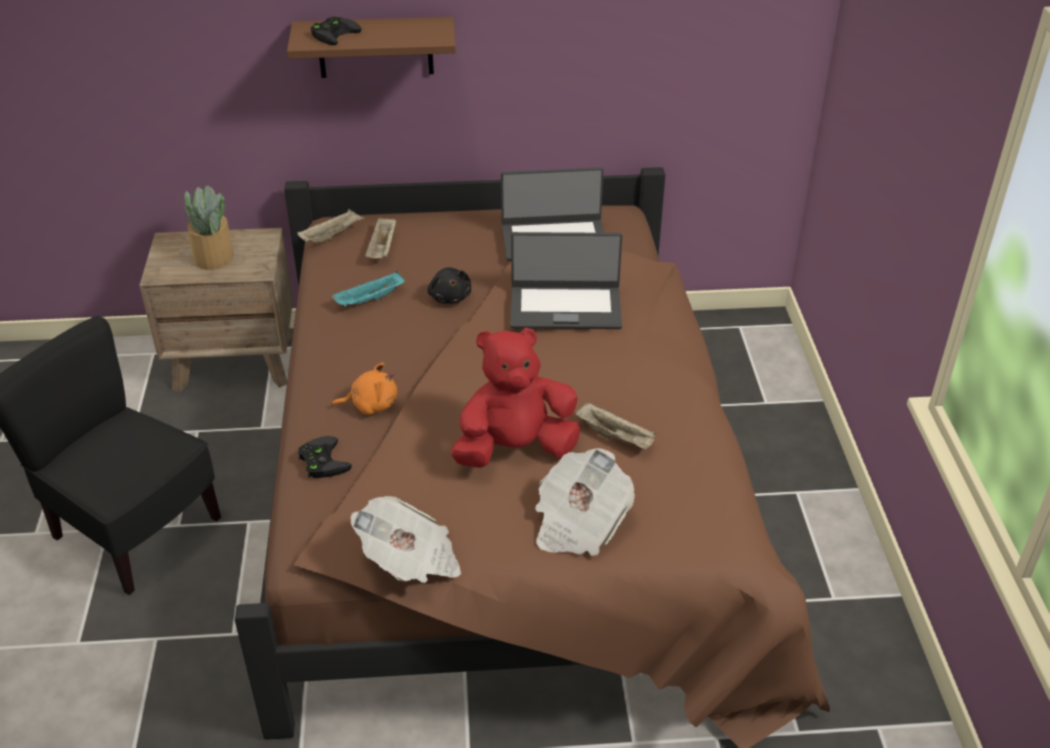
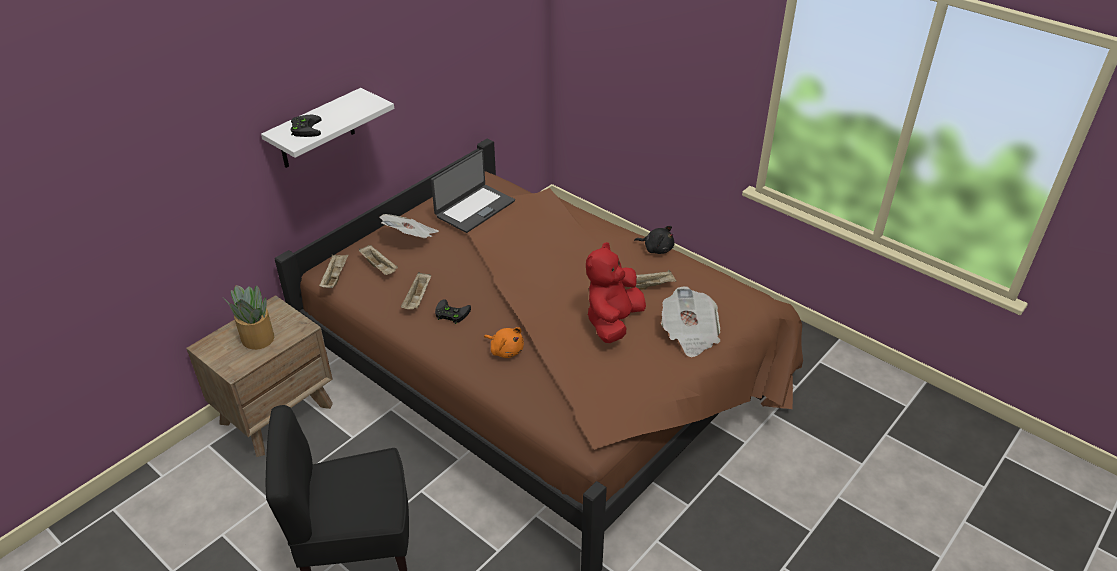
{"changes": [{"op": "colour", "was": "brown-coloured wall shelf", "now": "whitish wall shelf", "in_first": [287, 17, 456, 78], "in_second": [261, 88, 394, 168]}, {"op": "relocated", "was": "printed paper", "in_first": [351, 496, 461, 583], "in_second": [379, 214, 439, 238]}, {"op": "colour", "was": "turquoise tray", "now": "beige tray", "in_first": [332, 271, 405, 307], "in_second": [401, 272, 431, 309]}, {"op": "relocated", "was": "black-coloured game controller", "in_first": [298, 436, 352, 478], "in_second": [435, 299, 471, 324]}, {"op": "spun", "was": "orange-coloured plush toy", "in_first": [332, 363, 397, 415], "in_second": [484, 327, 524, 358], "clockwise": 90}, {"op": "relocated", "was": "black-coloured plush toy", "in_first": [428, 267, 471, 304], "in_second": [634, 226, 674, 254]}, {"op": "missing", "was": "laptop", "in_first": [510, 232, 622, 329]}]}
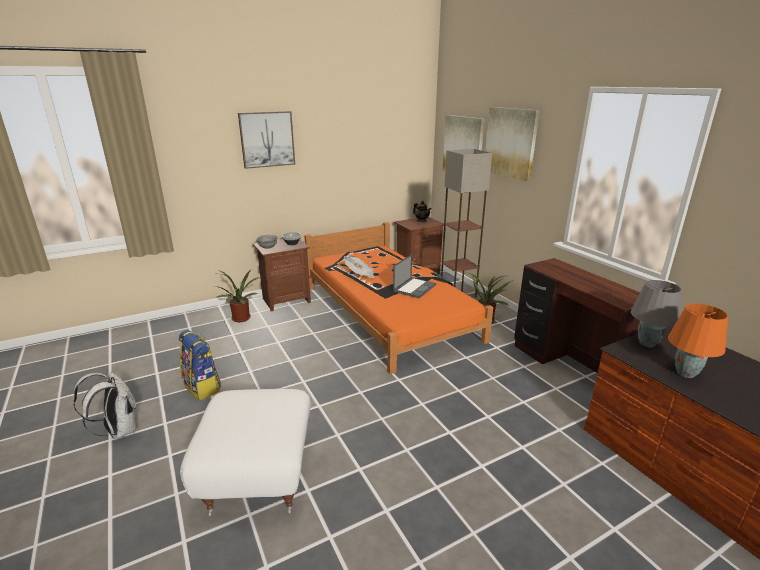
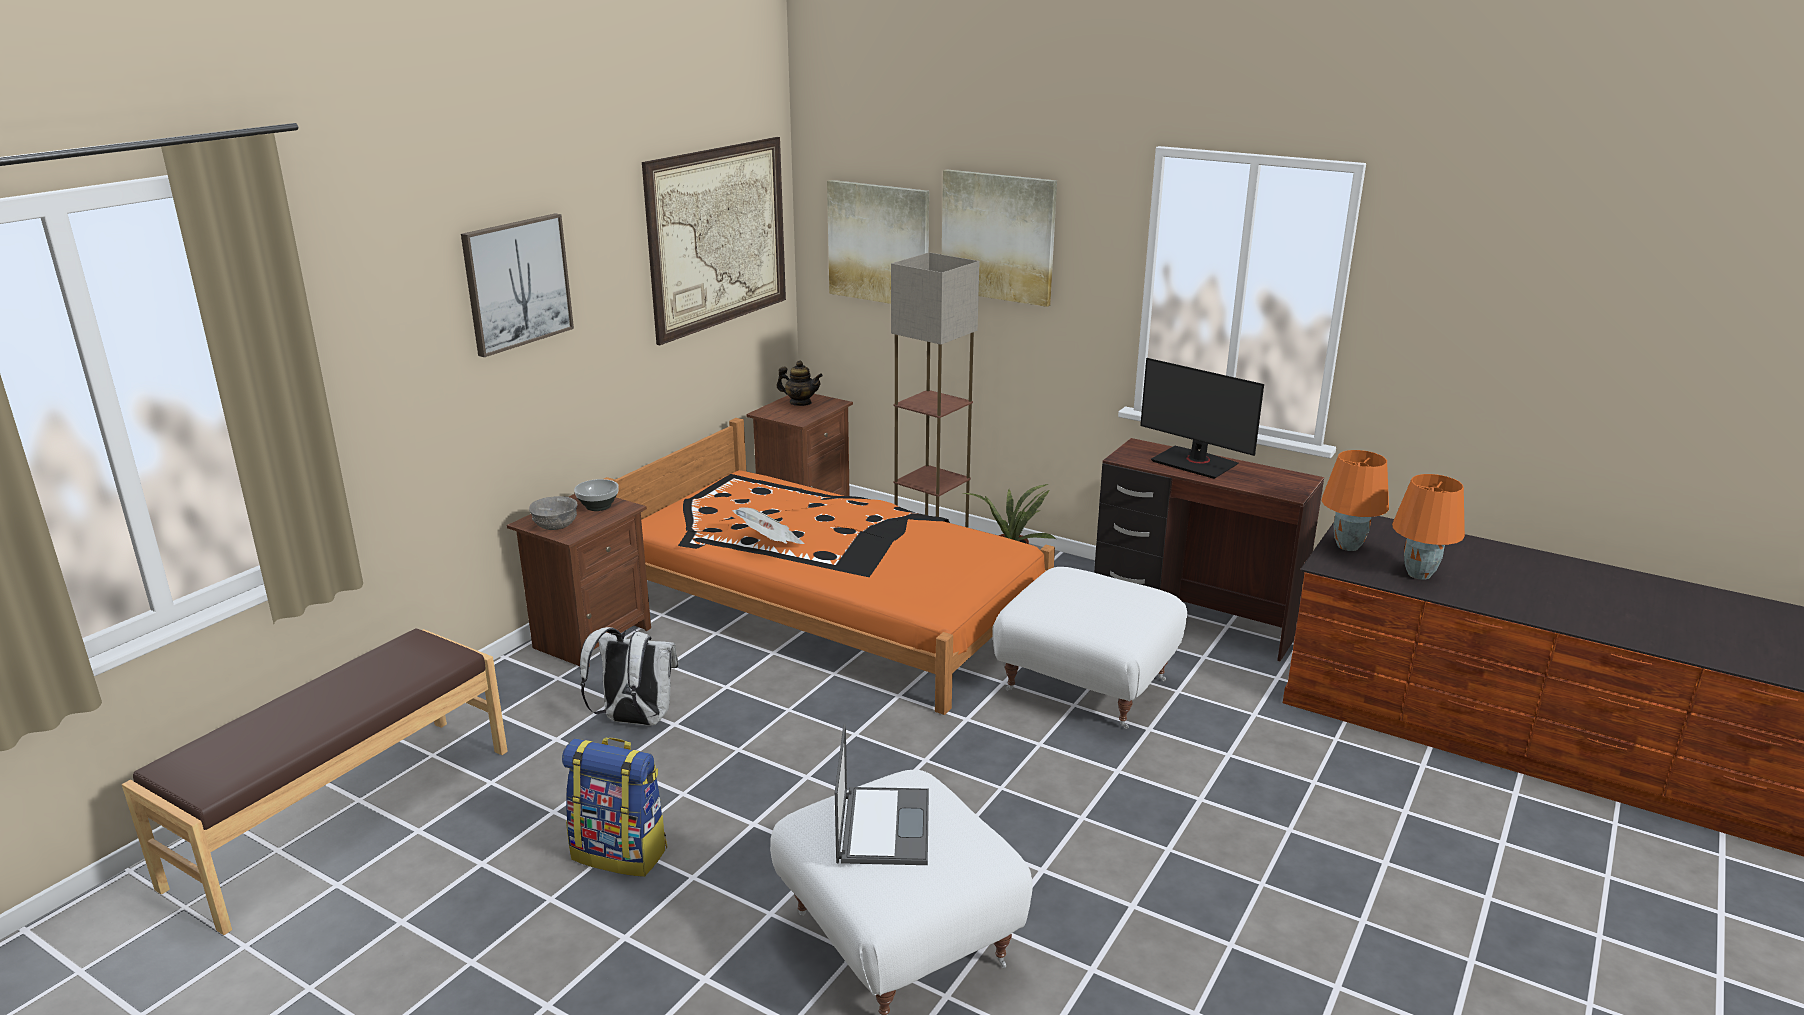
{"changes": [{"op": "appeared", "now": "brown-coloured long seat", "in_second": [122, 628, 508, 935]}, {"op": "relocated", "was": "whitish backpack", "in_first": [73, 372, 136, 440], "in_second": [580, 627, 678, 726]}, {"op": "appeared", "now": "wall picture", "in_second": [642, 137, 786, 345]}, {"op": "relocated", "was": "laptop", "in_first": [393, 254, 436, 298], "in_second": [835, 724, 929, 865]}, {"op": "appeared", "now": "whitish footrest", "in_second": [992, 567, 1187, 729]}, {"op": "appeared", "now": "monitor", "in_second": [1140, 358, 1264, 479]}, {"op": "colour", "was": "greyish tabletop lamp", "now": "orange-coloured tabletop lamp", "in_first": [631, 280, 681, 347], "in_second": [1322, 450, 1389, 551]}, {"op": "missing", "was": "plant in a pot", "in_first": [214, 270, 261, 322]}]}
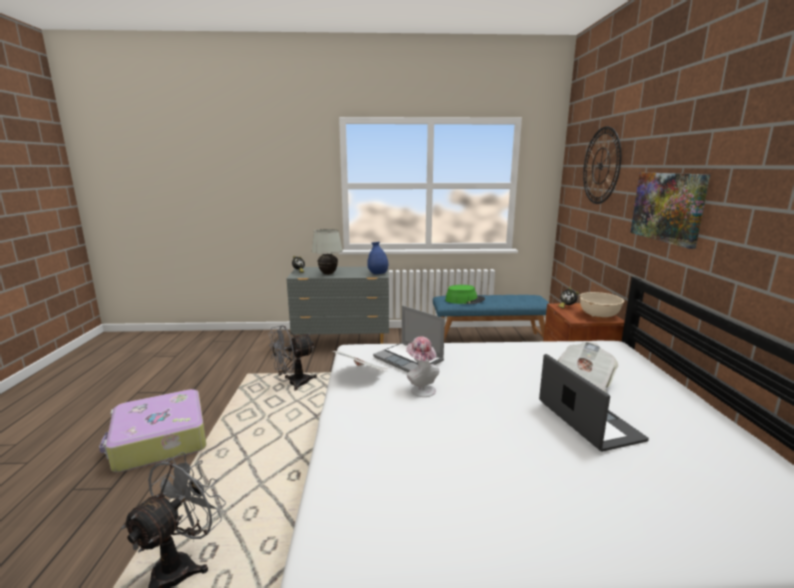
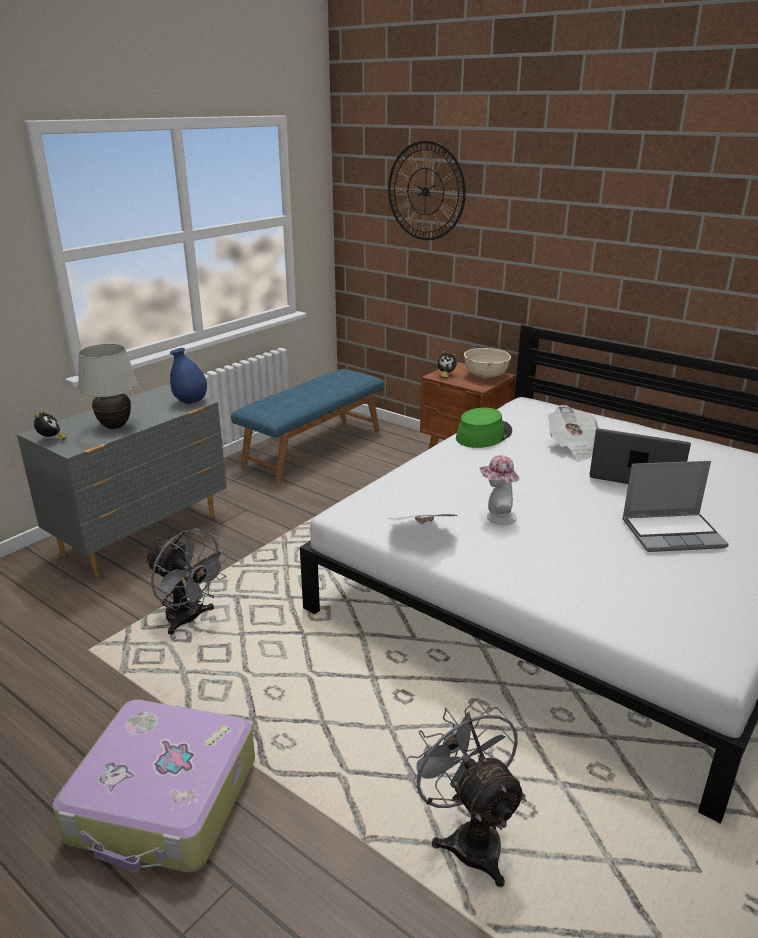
{"changes": [{"op": "spun", "was": "greyish fan", "in_first": [269, 325, 317, 391], "in_second": [145, 528, 229, 635], "clockwise": -60}, {"op": "relocated", "was": "green clothing hat", "in_first": [445, 285, 485, 304], "in_second": [456, 408, 512, 448]}, {"op": "relocated", "was": "laptop", "in_first": [373, 305, 445, 372], "in_second": [622, 461, 729, 552]}, {"op": "missing", "was": "wall picture", "in_first": [630, 172, 710, 249]}]}
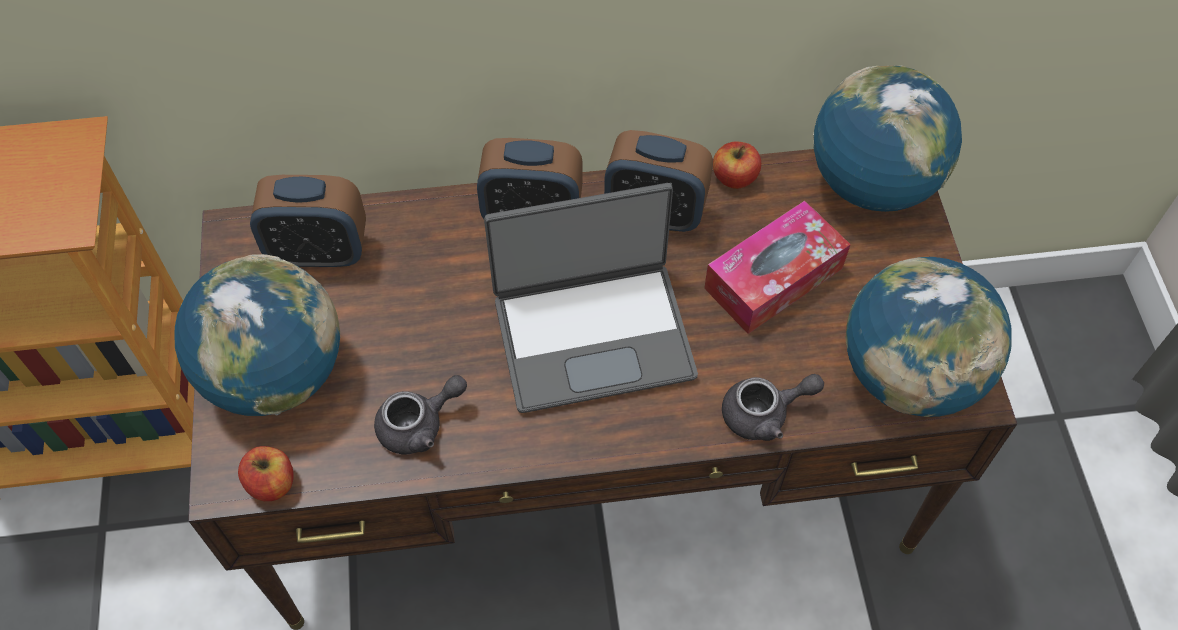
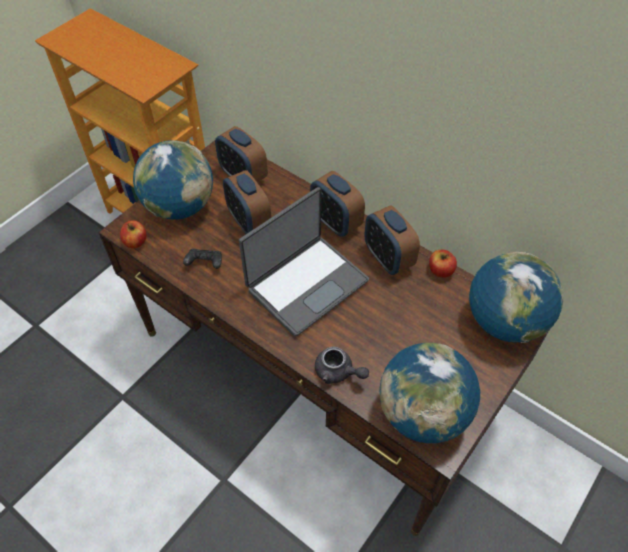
{"changes": [{"op": "exchanged", "was": "greyish teapot", "now": "black-coloured game controller", "in_first": [374, 375, 467, 454], "in_second": [183, 249, 222, 269]}, {"op": "appeared", "now": "bedside clock", "in_second": [223, 170, 271, 234]}, {"op": "spun", "was": "laptop", "in_first": [484, 183, 698, 413], "in_second": [239, 187, 369, 337], "clockwise": -75}, {"op": "missing", "was": "box of tissues", "in_first": [704, 201, 851, 334]}]}
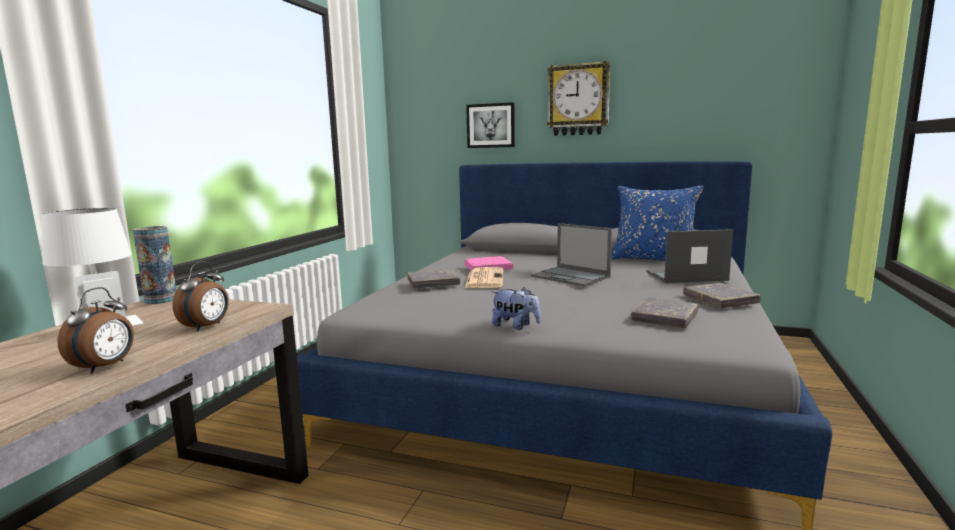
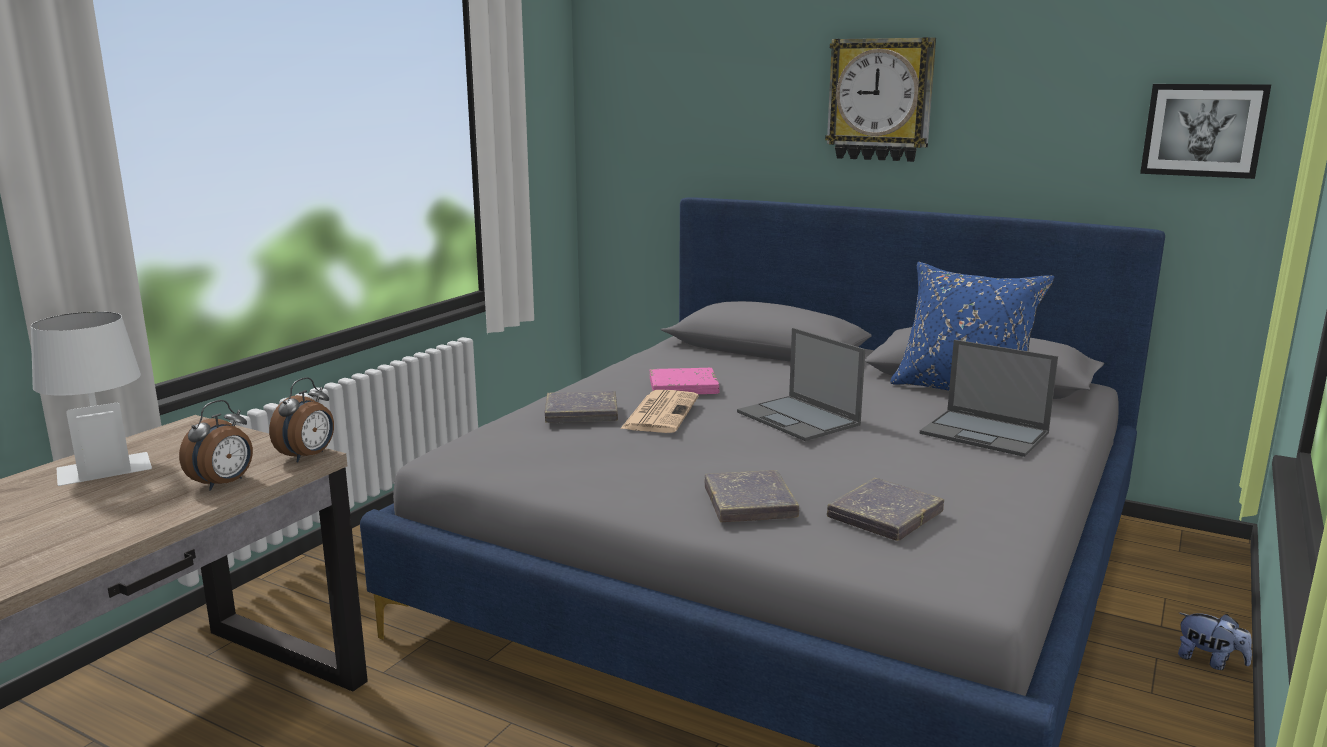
{"changes": [{"op": "relocated", "was": "bedside clock", "in_first": [57, 287, 134, 374], "in_second": [269, 377, 334, 462]}, {"op": "relocated", "was": "greyish book", "in_first": [683, 283, 761, 308], "in_second": [705, 470, 799, 522]}, {"op": "spun", "was": "laptop", "in_first": [646, 229, 733, 283], "in_second": [920, 340, 1058, 457], "clockwise": -150}, {"op": "relocated", "was": "wall picture", "in_first": [466, 102, 515, 148], "in_second": [1140, 84, 1271, 179]}, {"op": "relocated", "was": "plush toy", "in_first": [492, 287, 541, 330], "in_second": [1178, 613, 1252, 670]}, {"op": "missing", "was": "decorative vase", "in_first": [133, 226, 176, 304]}]}
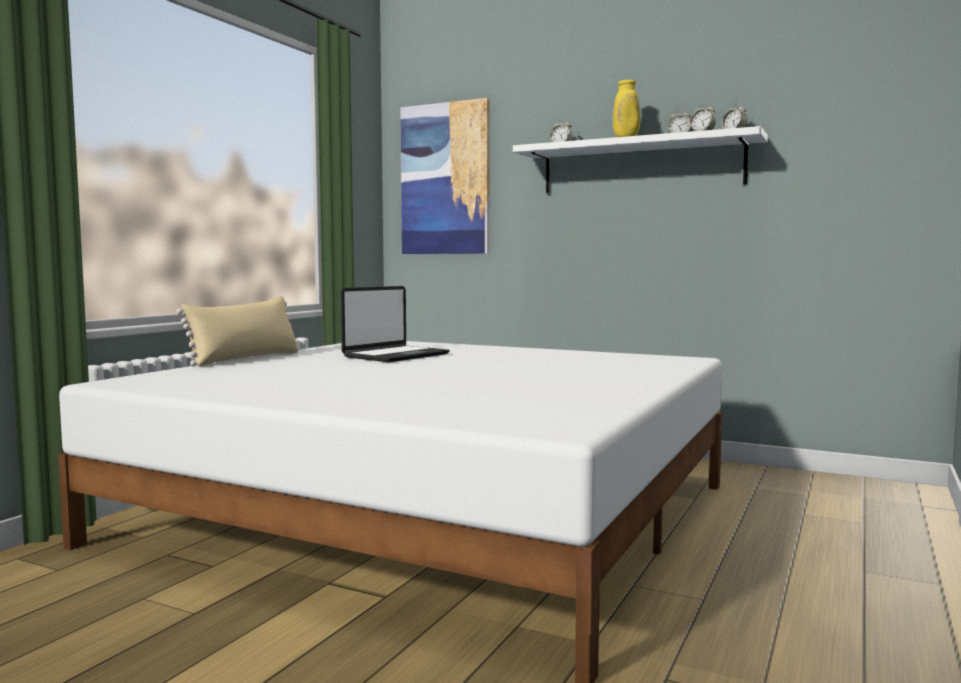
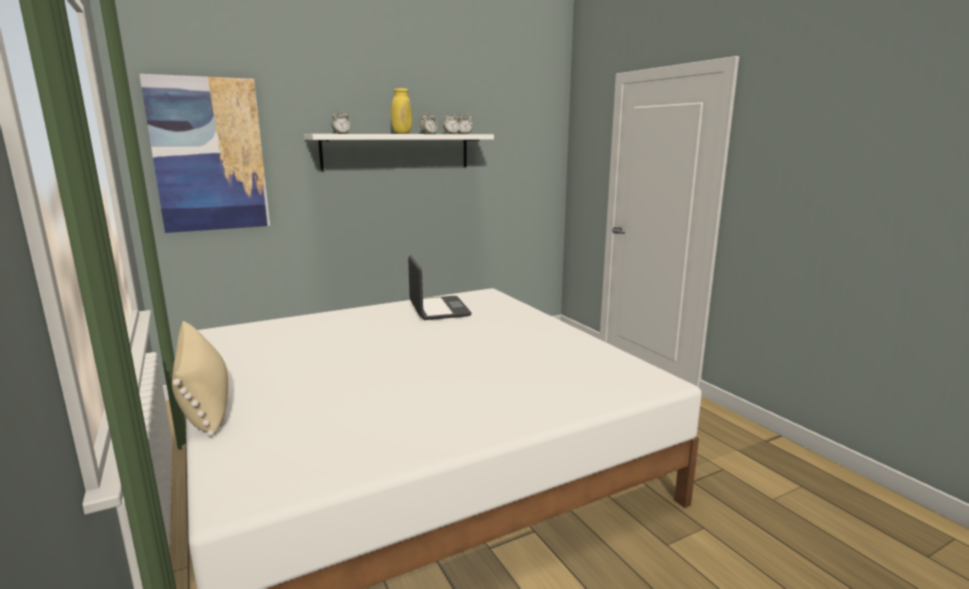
{"changes": [{"op": "relocated", "was": "laptop", "in_first": [340, 286, 450, 362], "in_second": [408, 255, 472, 320]}]}
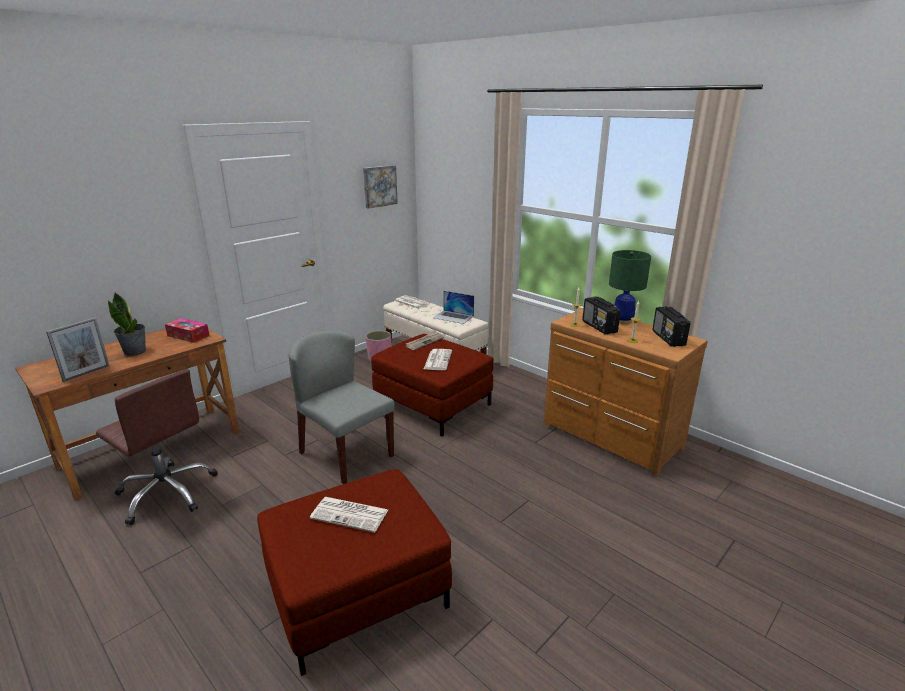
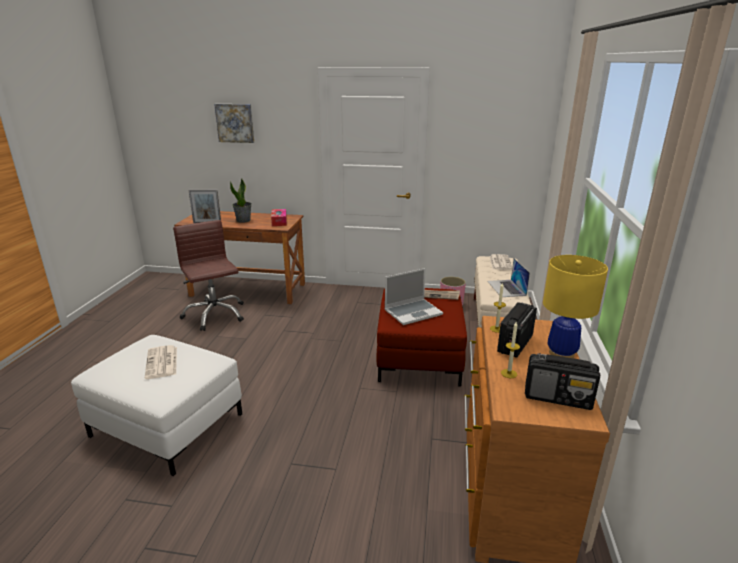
{"changes": [{"op": "colour", "was": "reddish footrest", "now": "whitish footrest", "in_first": [257, 469, 452, 676], "in_second": [71, 335, 242, 476]}, {"op": "spun", "was": "brown-coloured office chair", "in_first": [96, 369, 218, 525], "in_second": [173, 220, 244, 331], "clockwise": 150}, {"op": "relocated", "was": "wall picture", "in_first": [363, 165, 398, 209], "in_second": [214, 104, 254, 143]}, {"op": "exchanged", "was": "printed paper", "now": "laptop", "in_first": [424, 349, 452, 370], "in_second": [384, 268, 443, 325]}, {"op": "spun", "was": "radio", "in_first": [652, 306, 690, 347], "in_second": [525, 353, 600, 410], "clockwise": -120}, {"op": "colour", "was": "green tabletop lamp", "now": "yellow-coloured tabletop lamp", "in_first": [609, 250, 651, 324], "in_second": [543, 255, 608, 358]}, {"op": "missing", "was": "greyish plain chair", "in_first": [289, 331, 395, 484]}]}
